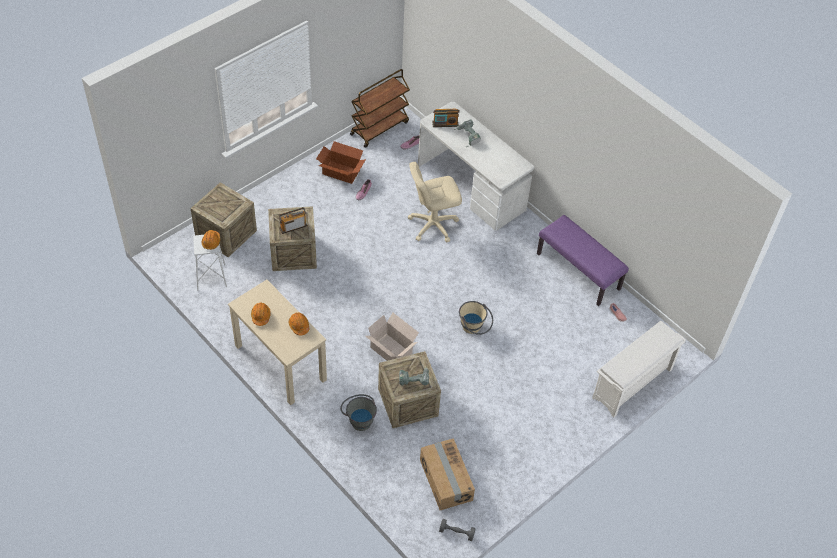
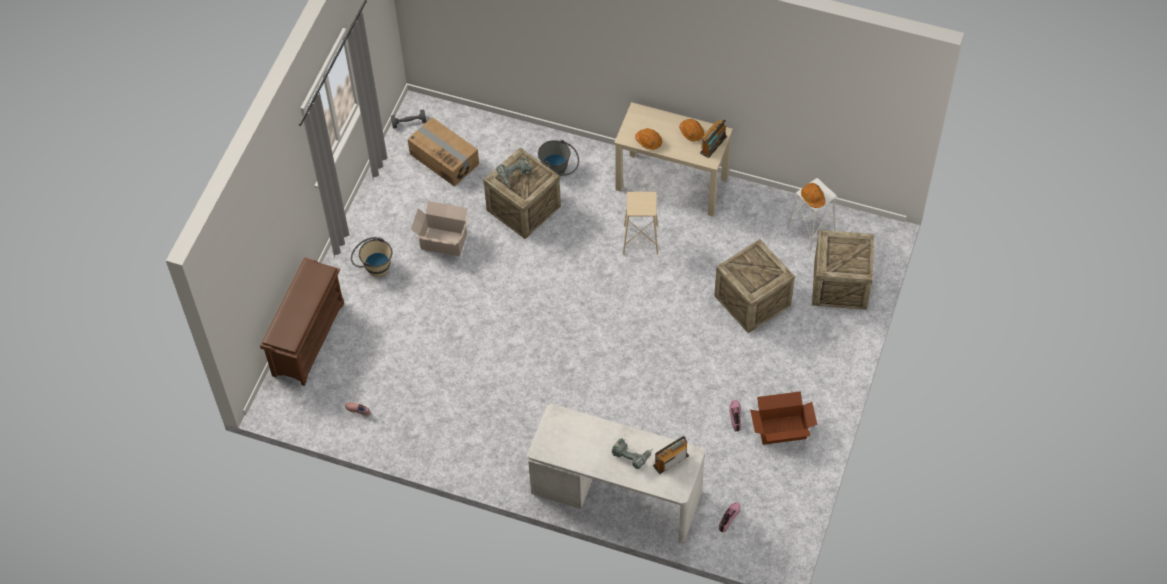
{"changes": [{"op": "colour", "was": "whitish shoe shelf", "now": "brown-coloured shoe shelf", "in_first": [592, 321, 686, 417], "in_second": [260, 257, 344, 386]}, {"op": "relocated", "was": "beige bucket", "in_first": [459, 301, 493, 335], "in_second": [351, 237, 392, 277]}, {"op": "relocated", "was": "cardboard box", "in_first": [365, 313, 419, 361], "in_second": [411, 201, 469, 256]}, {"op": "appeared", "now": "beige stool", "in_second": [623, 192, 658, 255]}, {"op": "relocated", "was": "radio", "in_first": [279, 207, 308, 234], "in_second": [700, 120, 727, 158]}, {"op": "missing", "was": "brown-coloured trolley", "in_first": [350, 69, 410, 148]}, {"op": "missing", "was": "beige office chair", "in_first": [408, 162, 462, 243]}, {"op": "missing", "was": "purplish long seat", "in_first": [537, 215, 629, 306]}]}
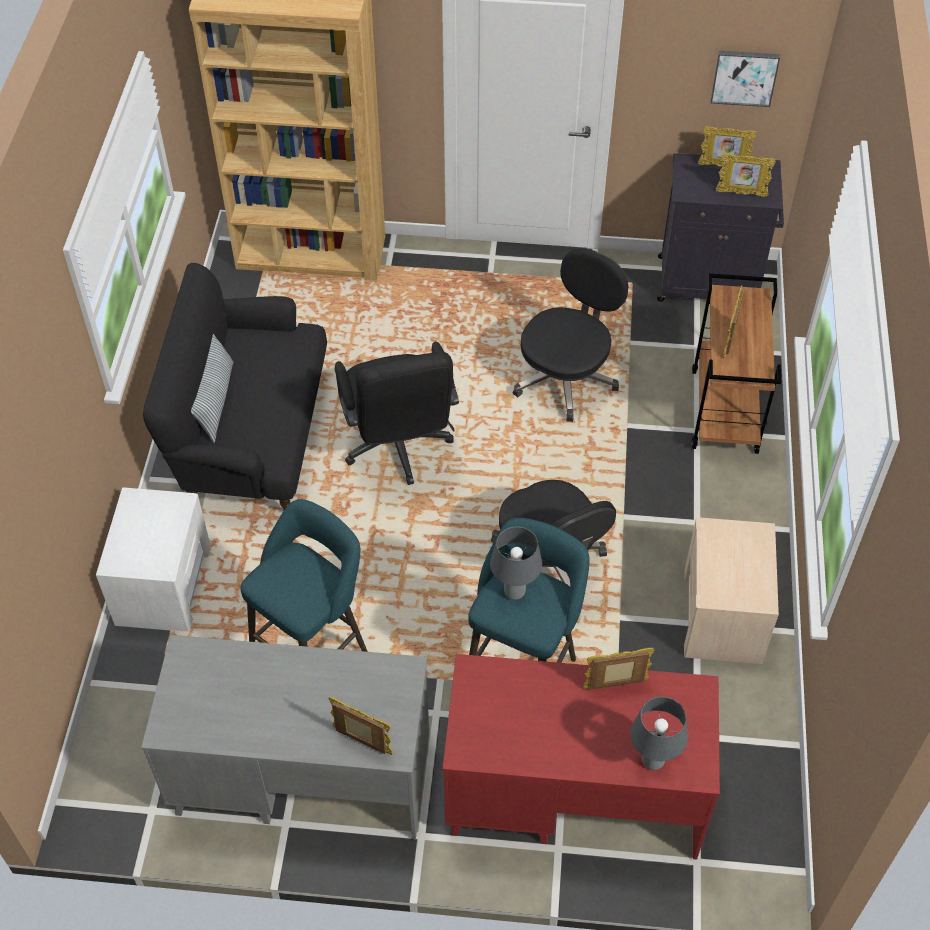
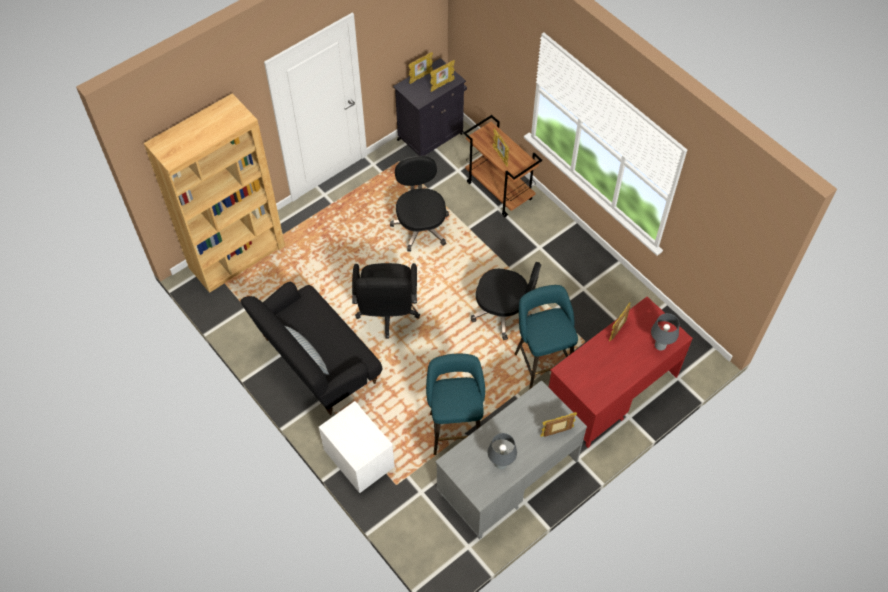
{"changes": [{"op": "spun", "was": "black-coloured office chair", "in_first": [335, 342, 459, 485], "in_second": [352, 263, 420, 339], "clockwise": 60}, {"op": "relocated", "was": "greyish tabletop lamp", "in_first": [490, 526, 542, 600], "in_second": [488, 433, 517, 469]}, {"op": "missing", "was": "beige bedside table", "in_first": [684, 517, 779, 664]}, {"op": "missing", "was": "wall picture", "in_first": [711, 51, 780, 107]}]}
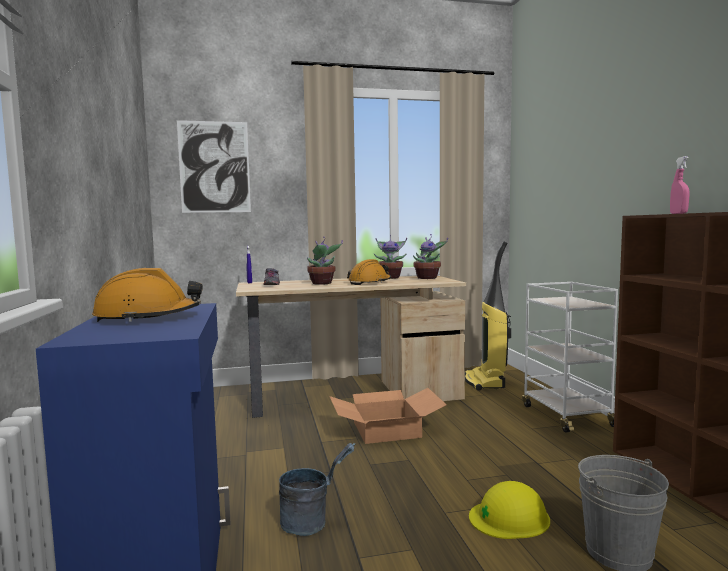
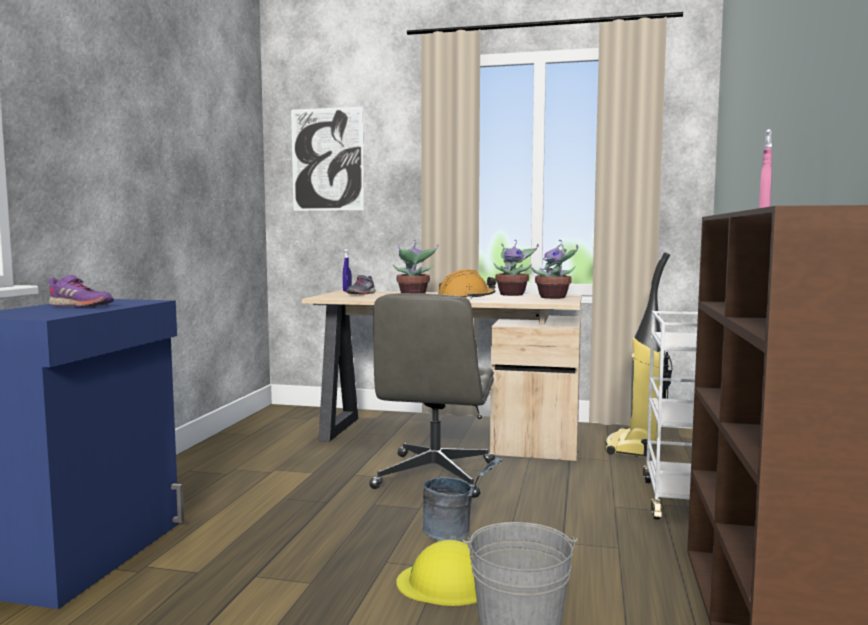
{"changes": [{"op": "exchanged", "was": "orange-coloured hard hat", "now": "purplish item of footwear", "in_first": [92, 268, 203, 322], "in_second": [48, 275, 114, 307]}, {"op": "exchanged", "was": "cardboard box", "now": "greyish office chair", "in_first": [329, 388, 447, 444], "in_second": [369, 293, 495, 498]}, {"op": "relocated", "was": "greyish bucket", "in_first": [279, 443, 355, 536], "in_second": [423, 458, 503, 541]}]}
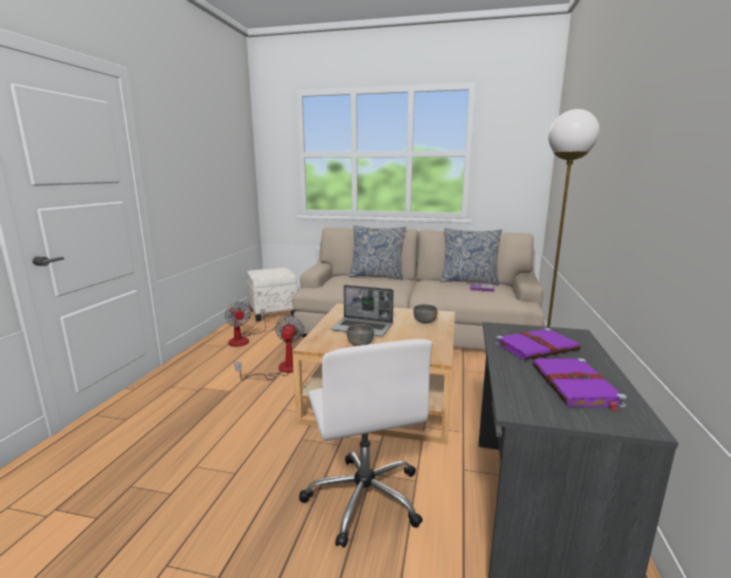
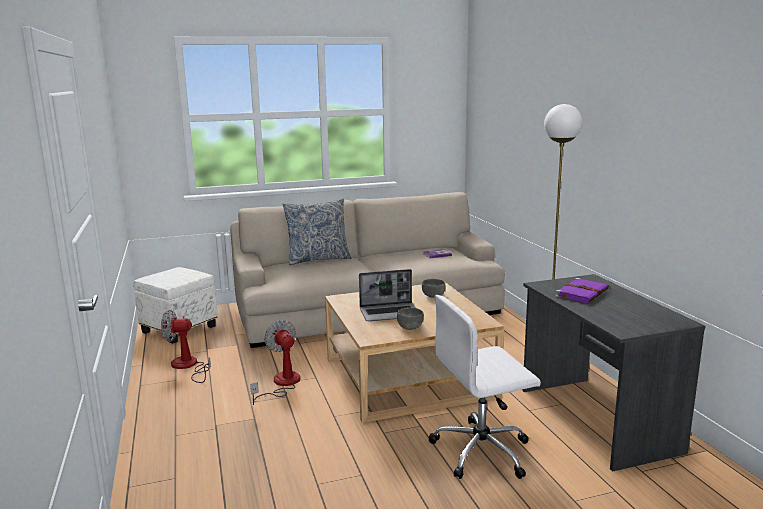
{"changes": [{"op": "spun", "was": "fan", "in_first": [225, 302, 266, 347], "in_second": [161, 310, 211, 383], "clockwise": 150}, {"op": "spun", "was": "whitish office chair", "in_first": [299, 339, 432, 548], "in_second": [428, 295, 541, 479], "clockwise": 120}, {"op": "missing", "was": "cushion", "in_first": [440, 228, 502, 285]}, {"op": "missing", "was": "purplish book", "in_first": [533, 358, 627, 412]}]}
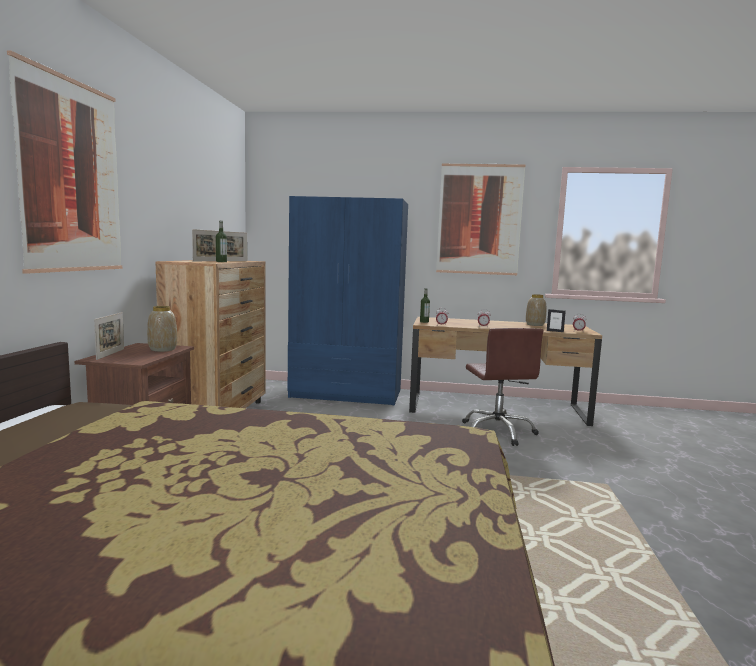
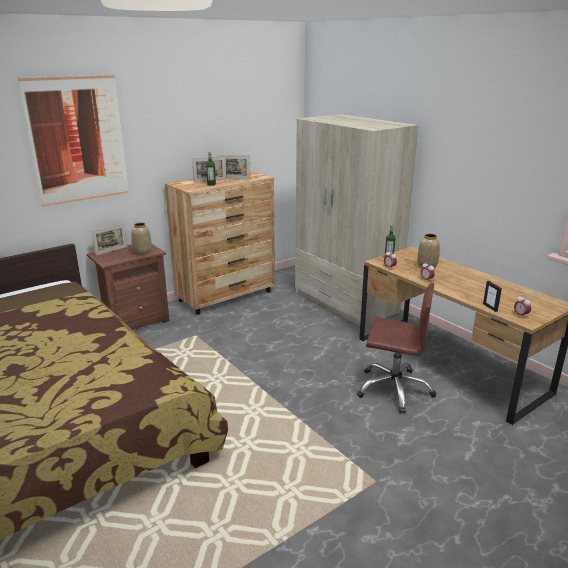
{"changes": [{"op": "colour", "was": "bluish clothes cupboard", "now": "beige clothes cupboard", "in_first": [288, 196, 408, 406], "in_second": [295, 114, 419, 326]}, {"op": "spun", "was": "brown-coloured office chair", "in_first": [462, 328, 543, 446], "in_second": [357, 283, 436, 414], "clockwise": -105}, {"op": "relocated", "was": "decorative vase", "in_first": [526, 294, 546, 326], "in_second": [417, 234, 440, 268]}, {"op": "missing", "was": "wall picture", "in_first": [436, 163, 525, 275]}]}
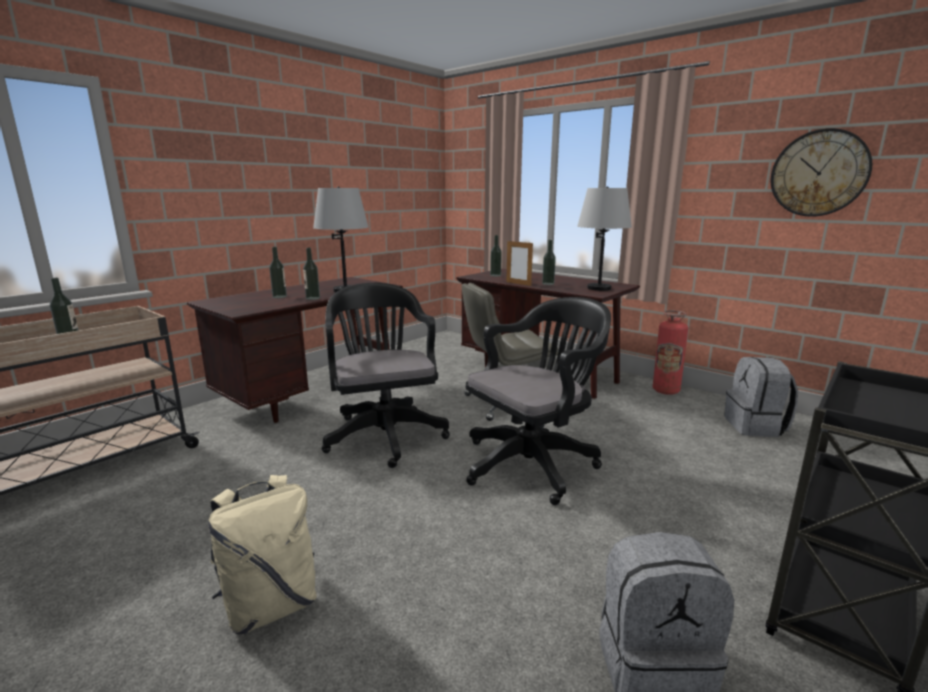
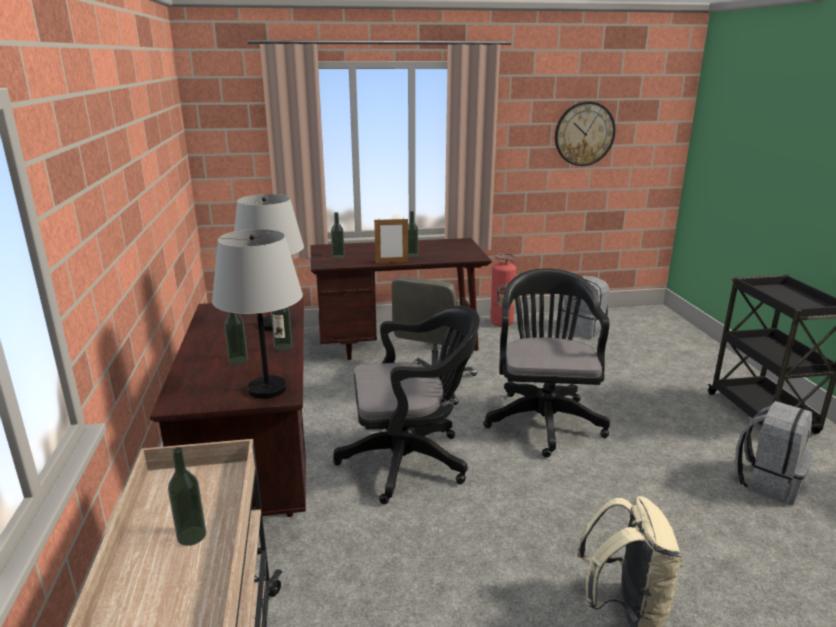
{"changes": [{"op": "relocated", "was": "greyish tabletop lamp", "in_first": [577, 187, 632, 291], "in_second": [212, 229, 303, 399]}, {"op": "spun", "was": "black-coloured office chair", "in_first": [322, 283, 450, 468], "in_second": [333, 306, 480, 504], "clockwise": 150}]}
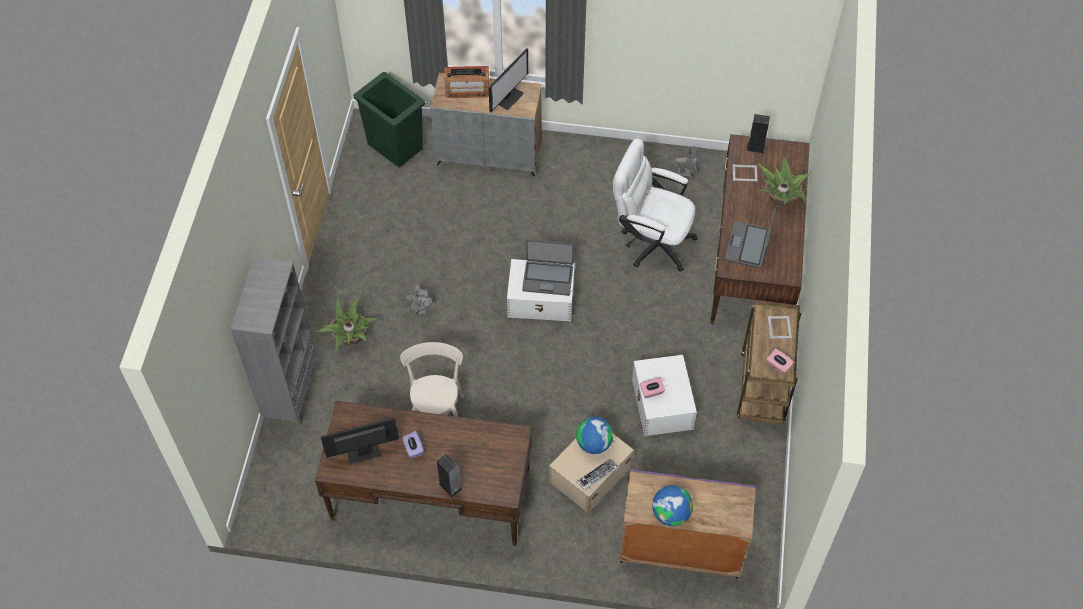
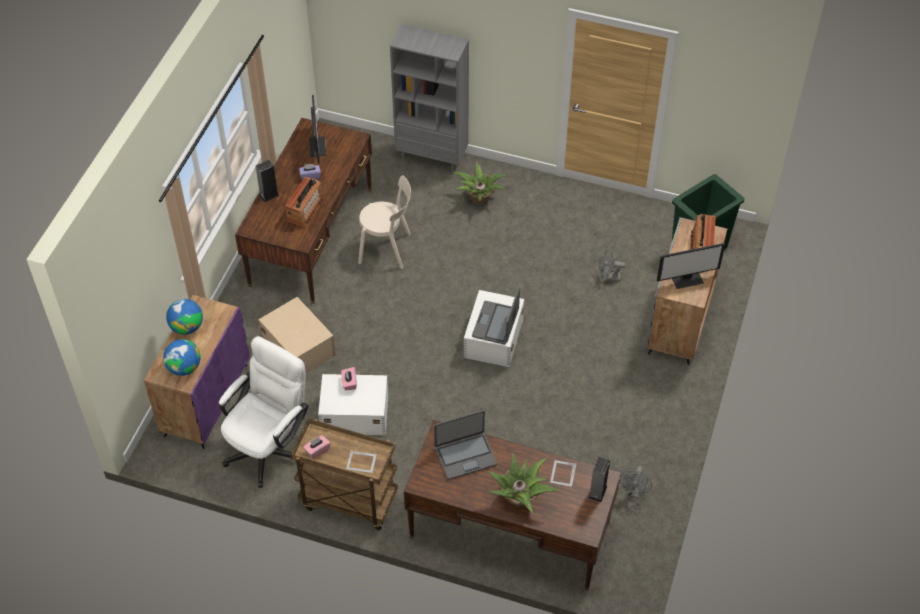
{"changes": [{"op": "relocated", "was": "desk globe", "in_first": [576, 417, 613, 454], "in_second": [163, 339, 200, 376]}, {"op": "relocated", "was": "whitish office chair", "in_first": [613, 139, 698, 272], "in_second": [219, 336, 308, 488]}, {"op": "appeared", "now": "radio", "in_second": [285, 176, 324, 228]}, {"op": "spun", "was": "laptop", "in_first": [725, 207, 777, 268], "in_second": [434, 410, 497, 480], "clockwise": 135}, {"op": "relocated", "was": "greyish fan", "in_first": [403, 284, 434, 315], "in_second": [599, 249, 626, 281]}, {"op": "spun", "was": "monitor", "in_first": [488, 48, 528, 112], "in_second": [657, 243, 725, 289], "clockwise": -60}, {"op": "missing", "was": "PC keyboard", "in_first": [576, 458, 619, 490]}]}
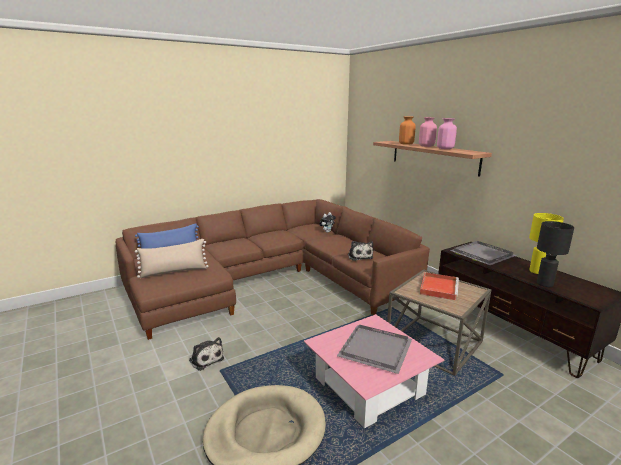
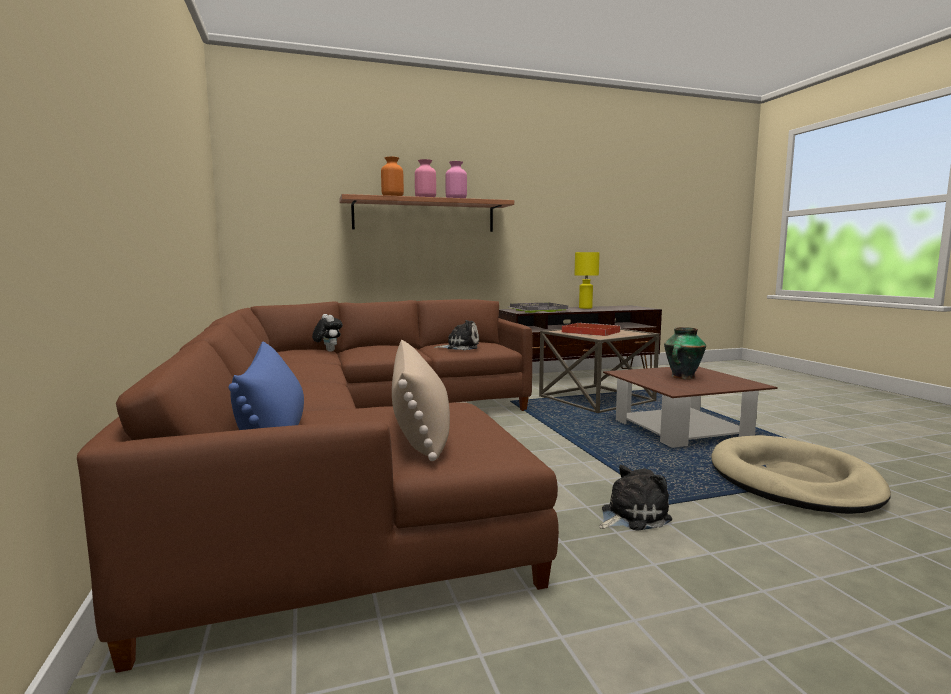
{"changes": [{"op": "colour", "was": "pinkish low table", "now": "brown-coloured low table", "in_first": [304, 314, 445, 429], "in_second": [603, 367, 777, 448]}, {"op": "exchanged", "was": "greyish tray", "now": "decorative vase", "in_first": [337, 325, 412, 374], "in_second": [664, 327, 706, 379]}, {"op": "missing", "was": "black-coloured tabletop lamp", "in_first": [537, 221, 574, 287]}]}
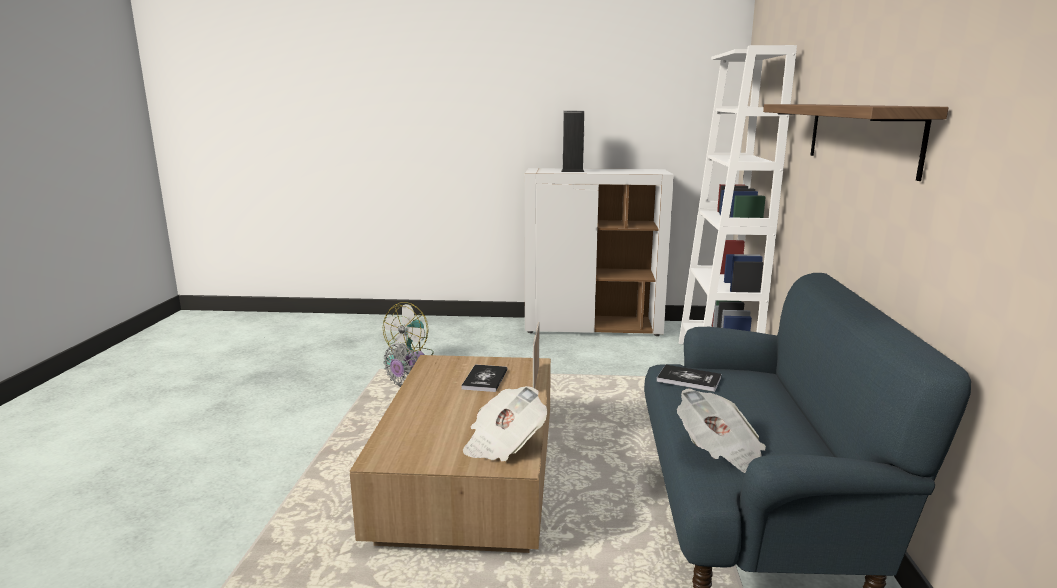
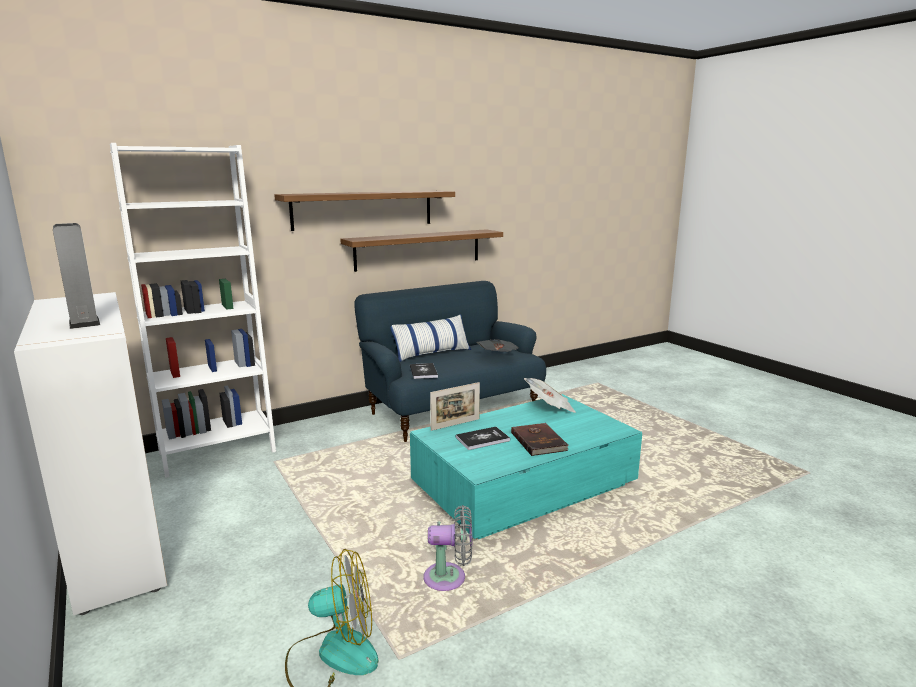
{"changes": [{"op": "appeared", "now": "wall shelf", "in_second": [340, 229, 503, 272]}, {"op": "appeared", "now": "cushion", "in_second": [390, 315, 471, 362]}, {"op": "colour", "was": "brown-coloured low table", "now": "turquoise low table", "in_first": [349, 355, 551, 553], "in_second": [410, 394, 642, 539]}, {"op": "appeared", "now": "brown-coloured book", "in_second": [511, 423, 569, 456]}]}
